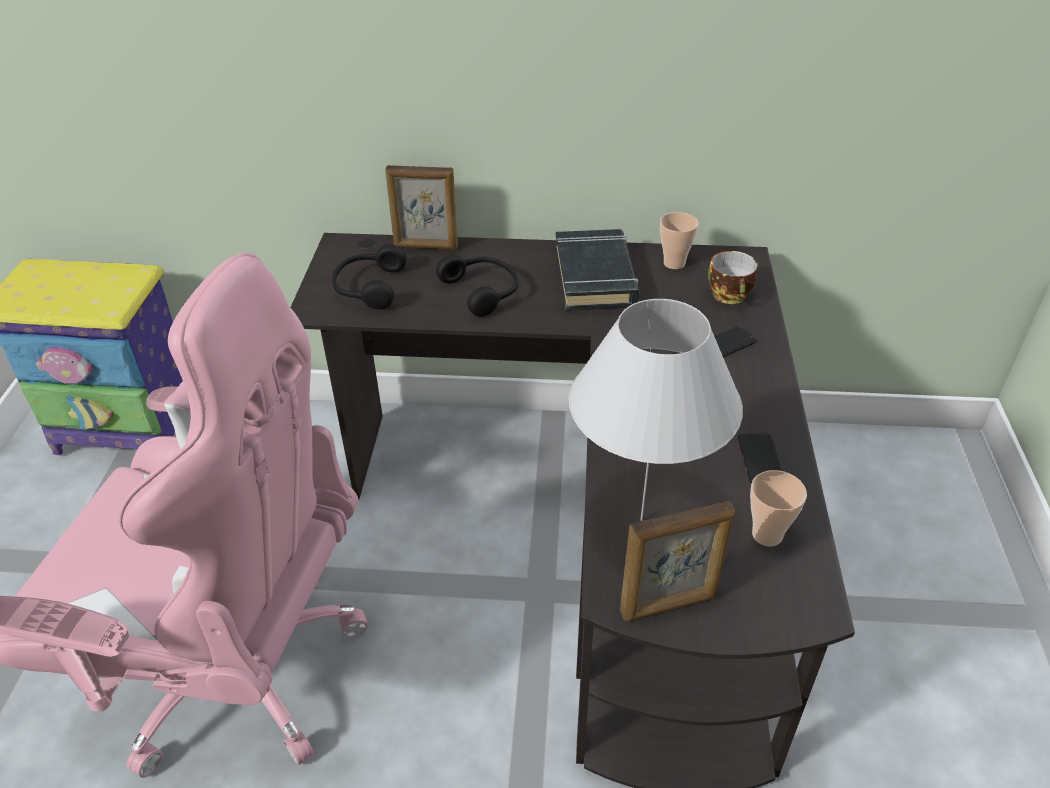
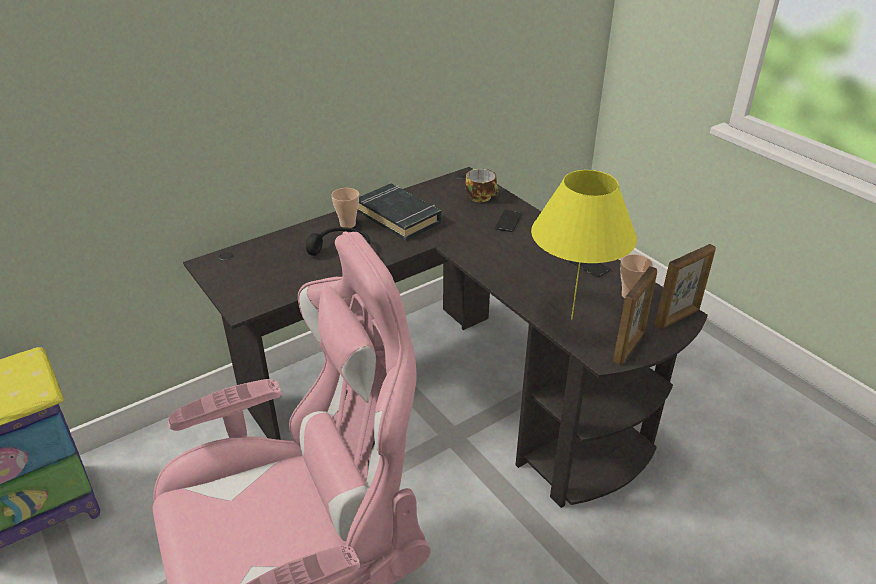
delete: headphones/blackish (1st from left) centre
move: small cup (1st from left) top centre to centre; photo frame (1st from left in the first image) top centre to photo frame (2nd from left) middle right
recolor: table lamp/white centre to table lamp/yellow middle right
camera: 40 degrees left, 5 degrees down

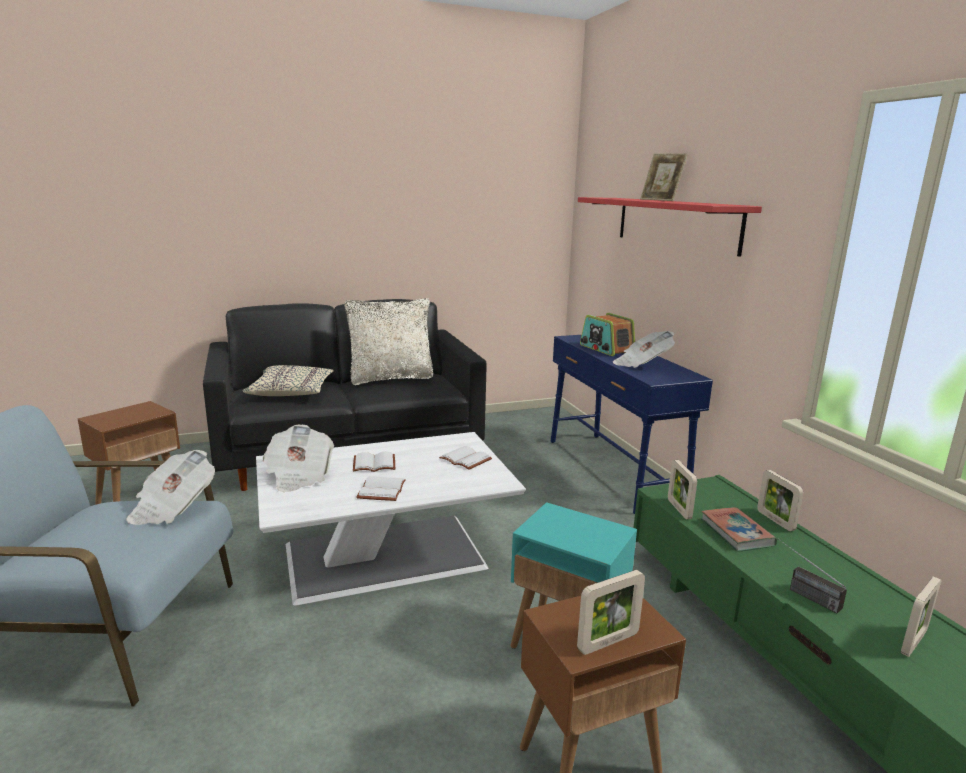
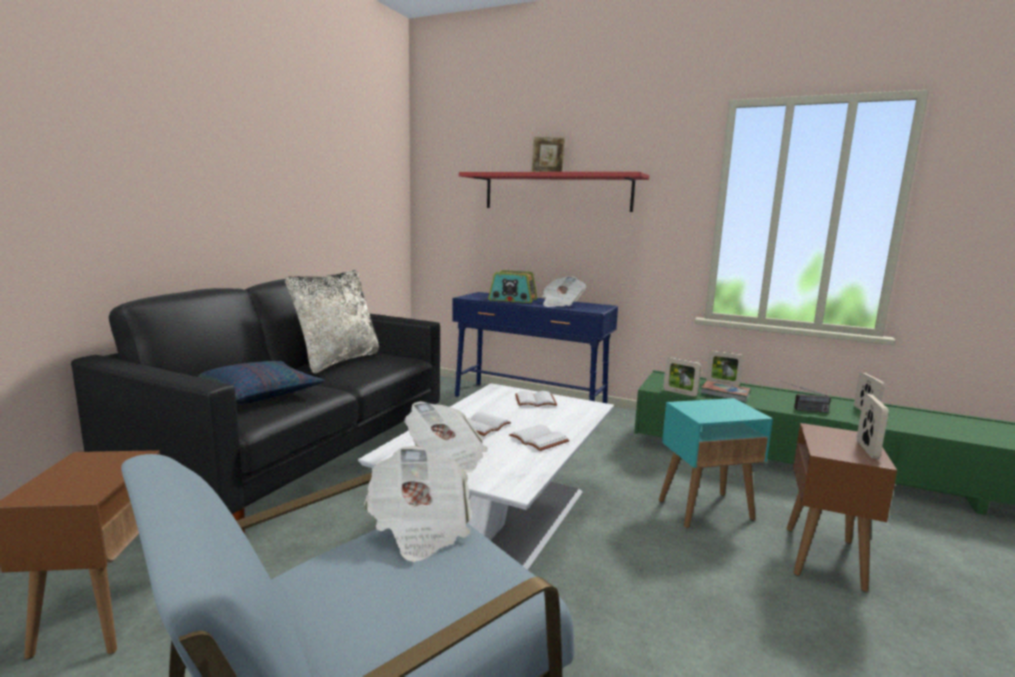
recolor: cushion/sand-coloured (1st from left) middle left to cushion/blue middle left
camera: 45 degrees left, 5 degrees down

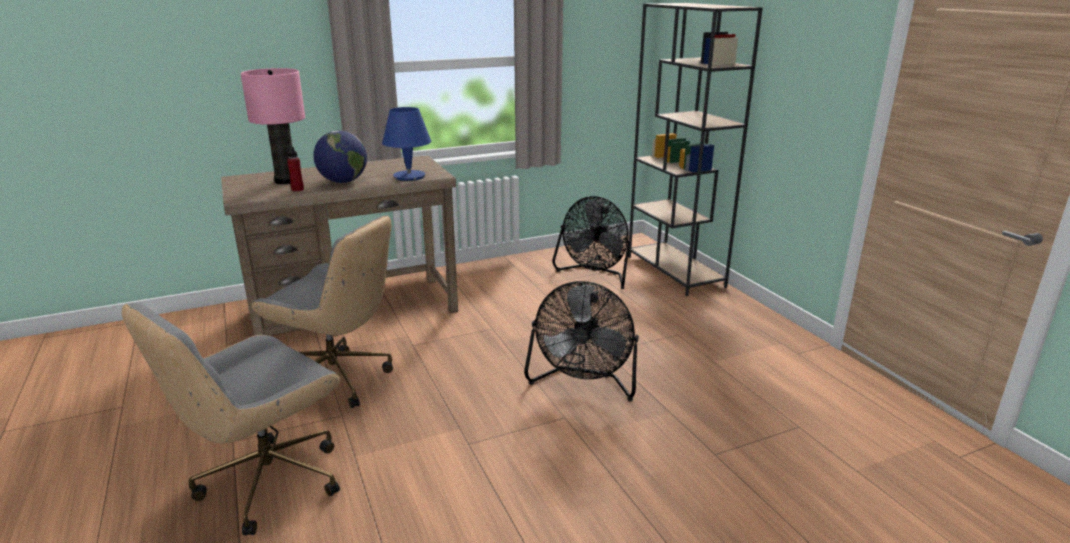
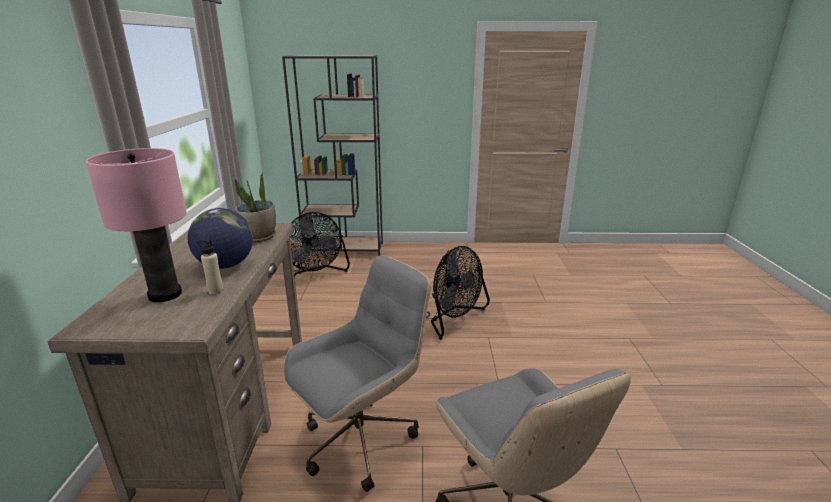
replace: table lamp/blue top centre to potted plant middle left
recolor: drink bottle/red top left to drink bottle/sand-coloured middle left
camera: 65 degrees left, 0 degrees up

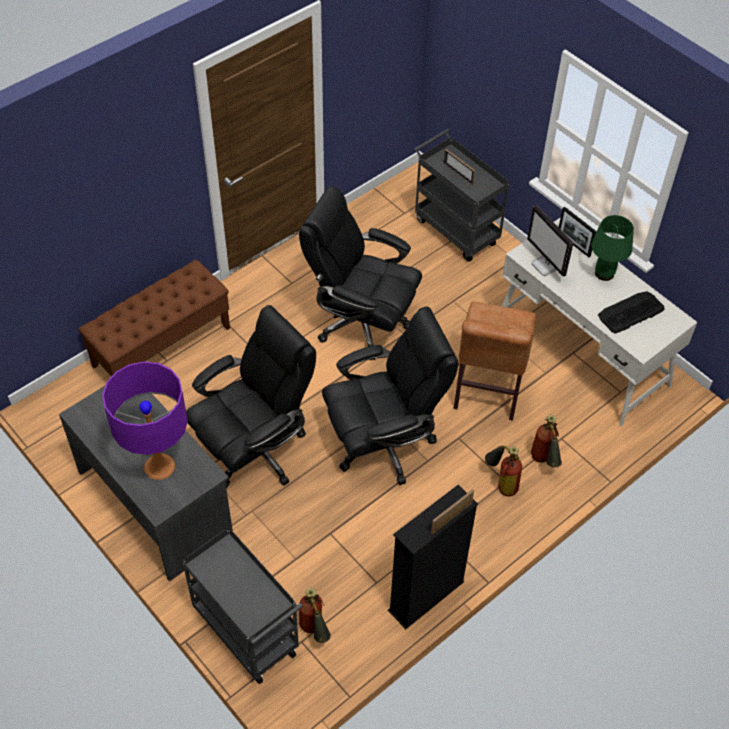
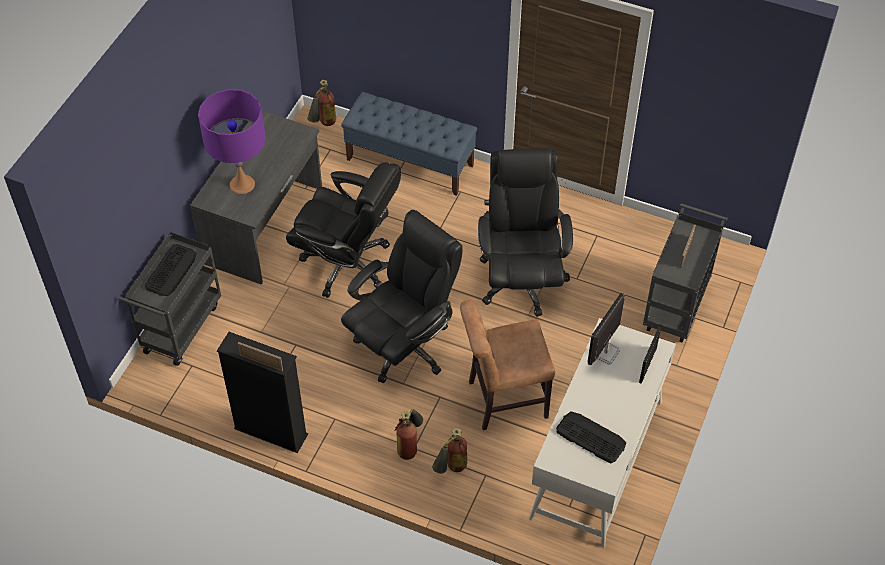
delete: table lamp/green-coloured middle right
insert: PC keyboard (1st from left) middle left
move: fire extinguisher (1st from left) bottom centre to top centre
recolor: bench/brown-coloured middle left to bench/blue top centre
rotate: office chair/blackish (3rd from left in the first image) centre = centre 90 degrees counterclockwise
camera: 65 degrees right, 0 degrees up

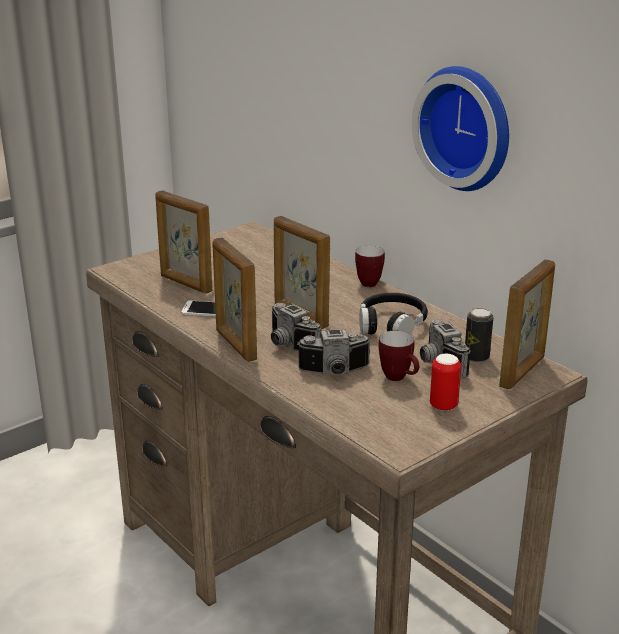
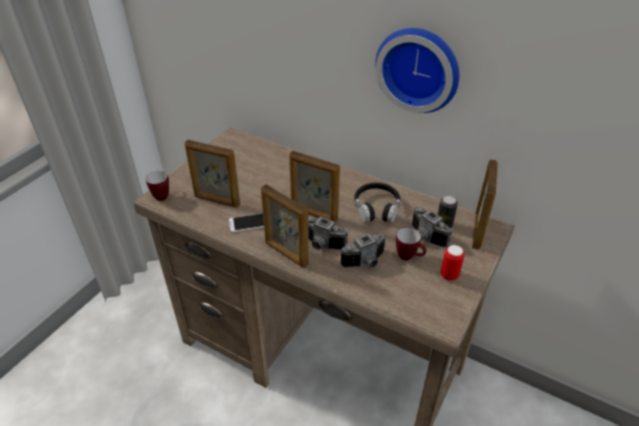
move: coffee mug (1st from left) centre to middle left
camera: 20 degrees left, 15 degrees up

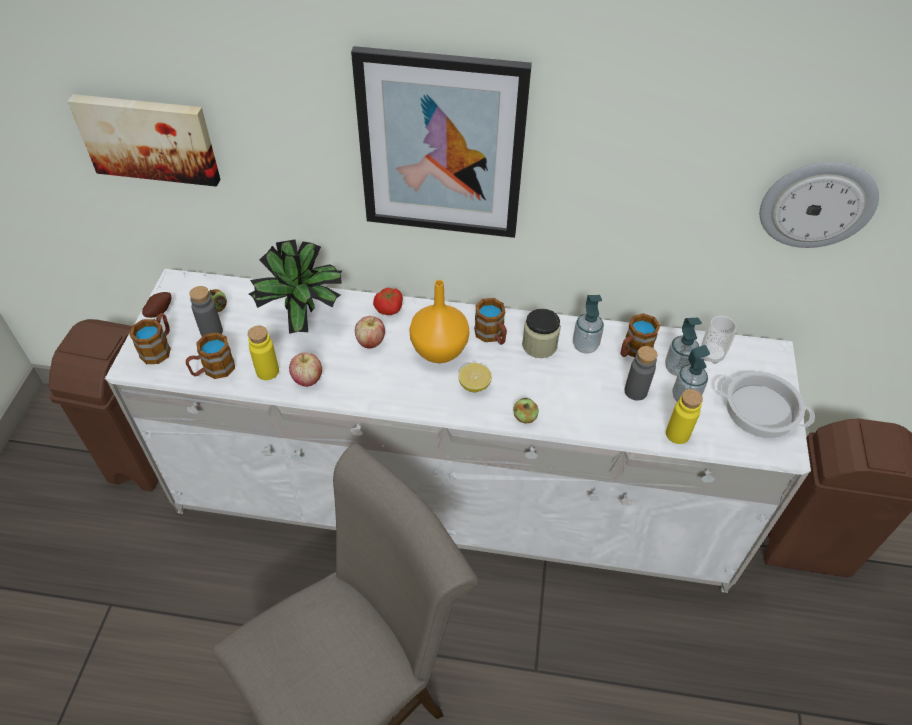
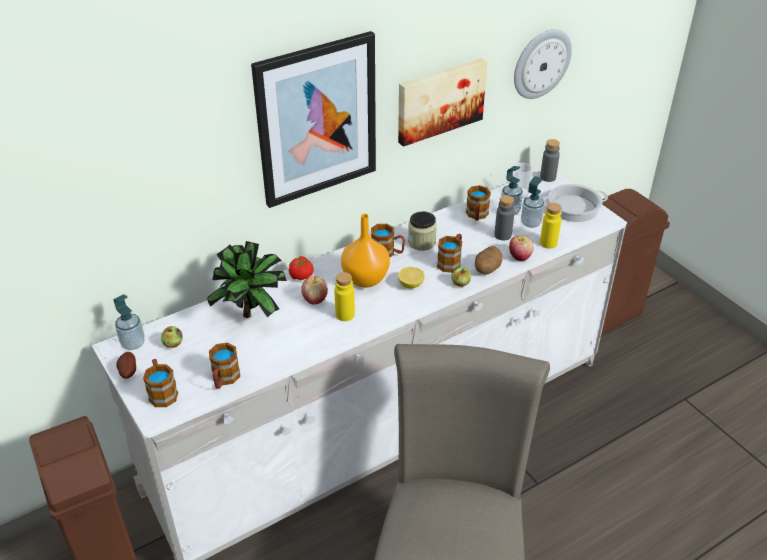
insert: coffee mug (4th from left) centre; spud (2nd from left) centre
move: soap bottle (1st from left) centre to middle left; drink bottle/yellow (1st from left) middle left to centre; wall art (1st from left in the first image) top left to wall art (2nd from left) top centre; whole apple (2nd from left in the first image) centre to whole apple (4th from left) middle right; drink bottle/greyish (1st from left in the first image) middle left to drink bottle/greyish (2nd from left) top right
camera: 40 degrees left, 10 degrees down

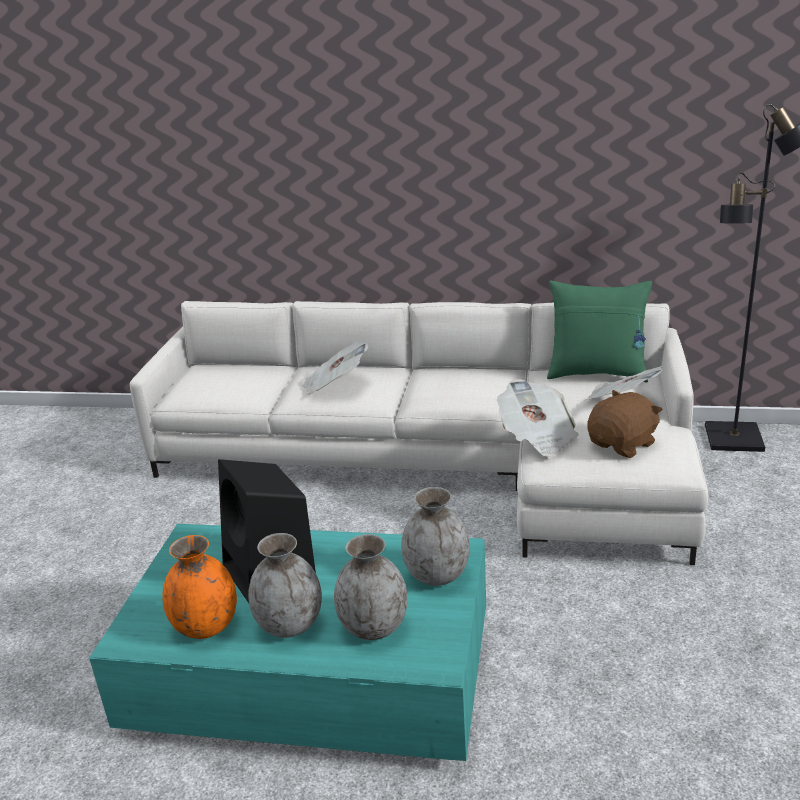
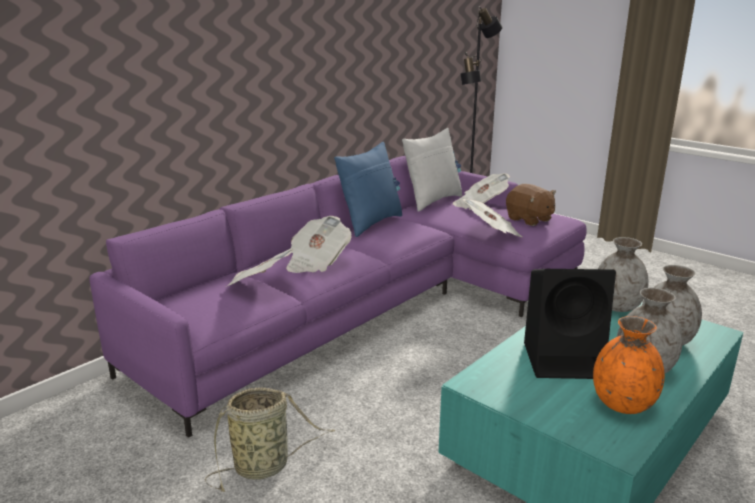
insert: household basket bottom centre; daily paper (1st from left) centre; cushion/blue centre
recolor: couch/white centre to couch/purple-coloured centre; cushion/green-coloured middle right to cushion/greyish centre
rotate: soft toy/brown-coloured middle right = middle right 150 degrees clockwise
camera: 60 degrees left, 5 degrees down

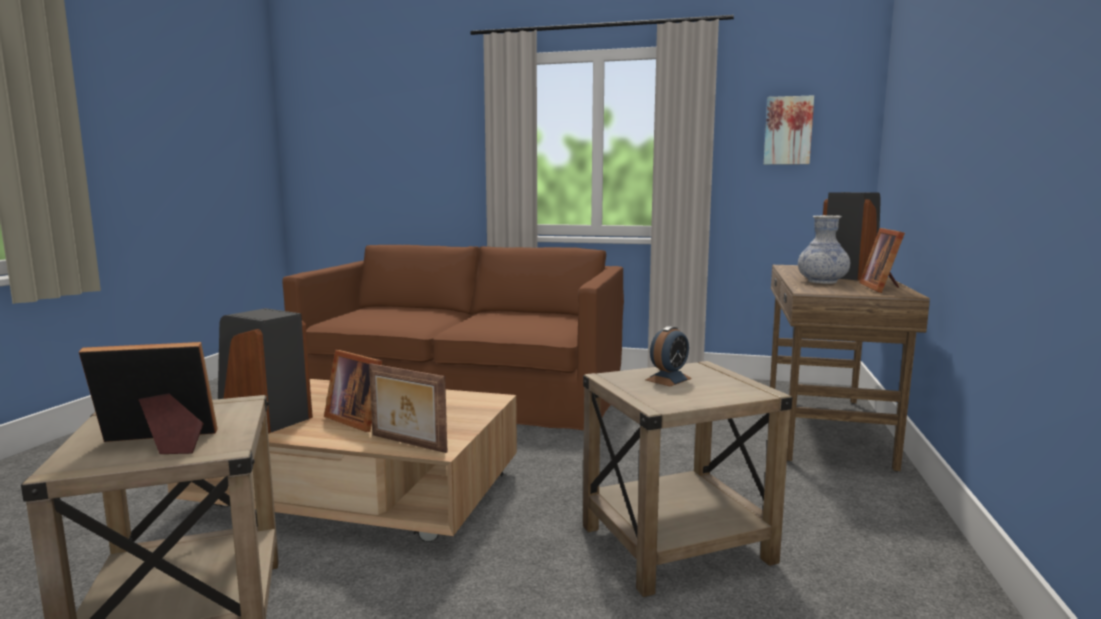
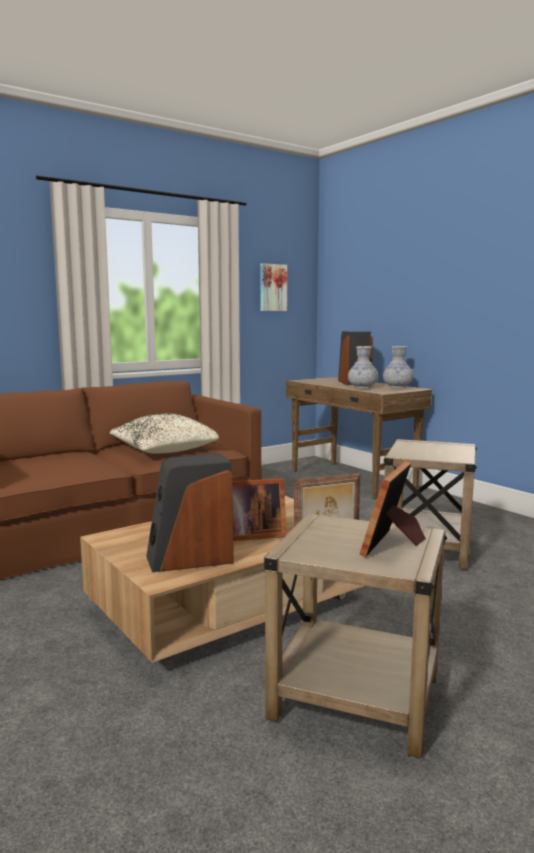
delete: bedside clock centre
insert: cushion/sand-coloured middle left
replace: photo frame (4th from left) middle right to flower vase (2nd from left) middle right
camera: 50 degrees left, 0 degrees up

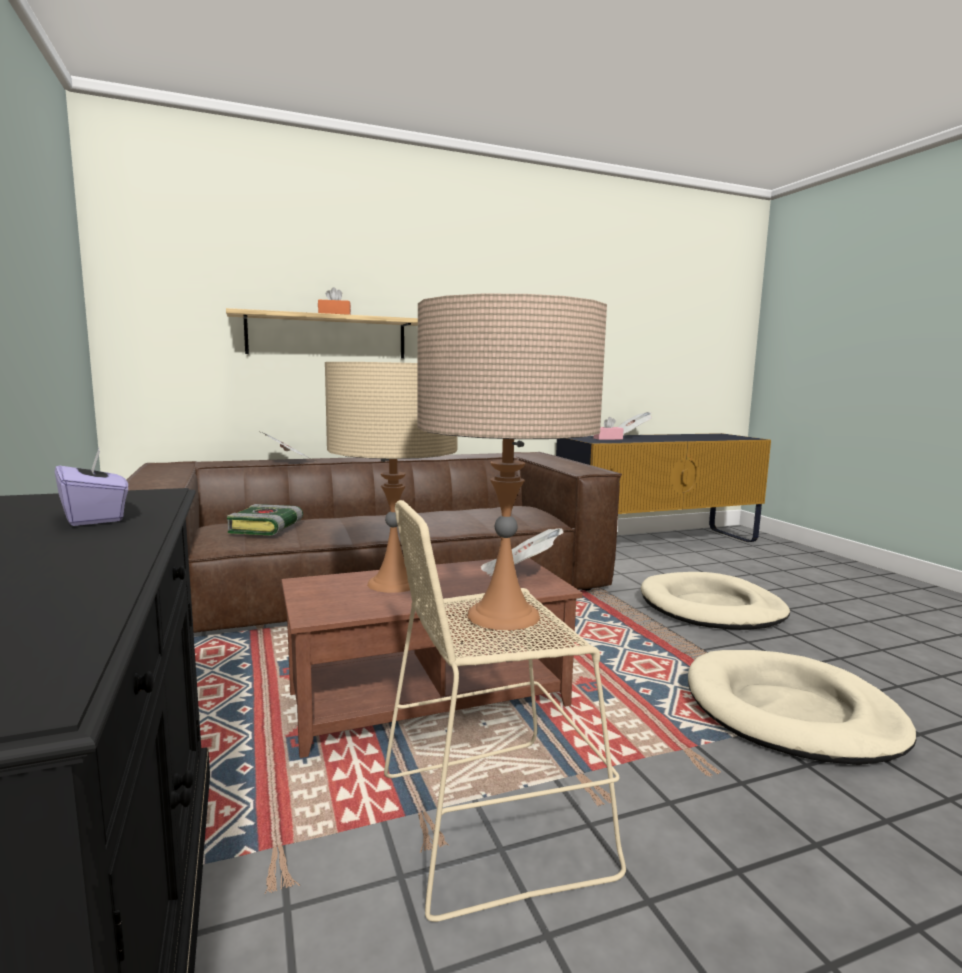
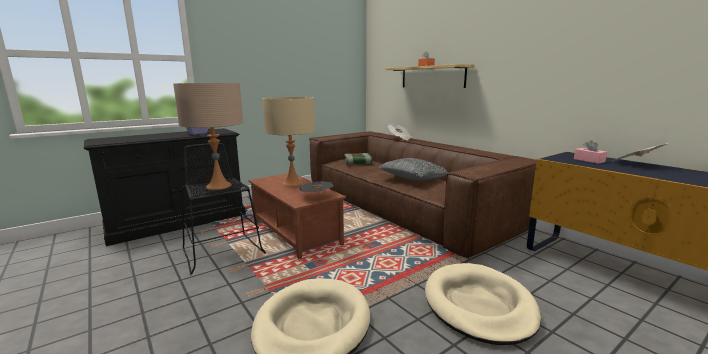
insert: cushion/greyish centre
recolor: stool seat/sand-coloured bottom centre to stool seat/blackish middle left
camera: 75 degrees right, 5 degrees up

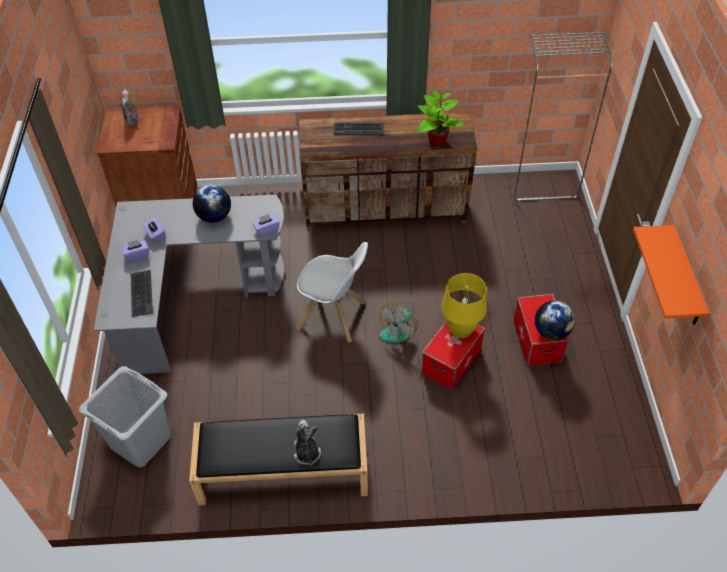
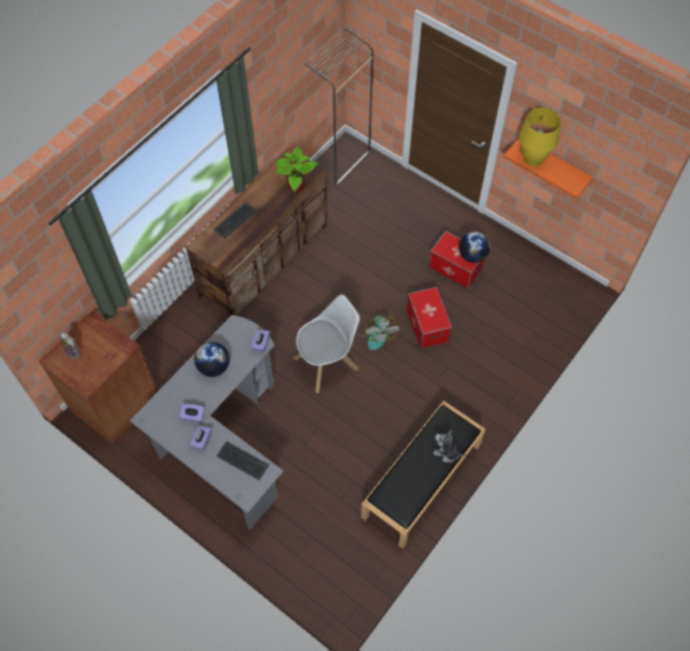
delete: washing basket/greyish bottom left
move: table lamp/yellow centre to top right
camera: 50 degrees left, 10 degrees up

